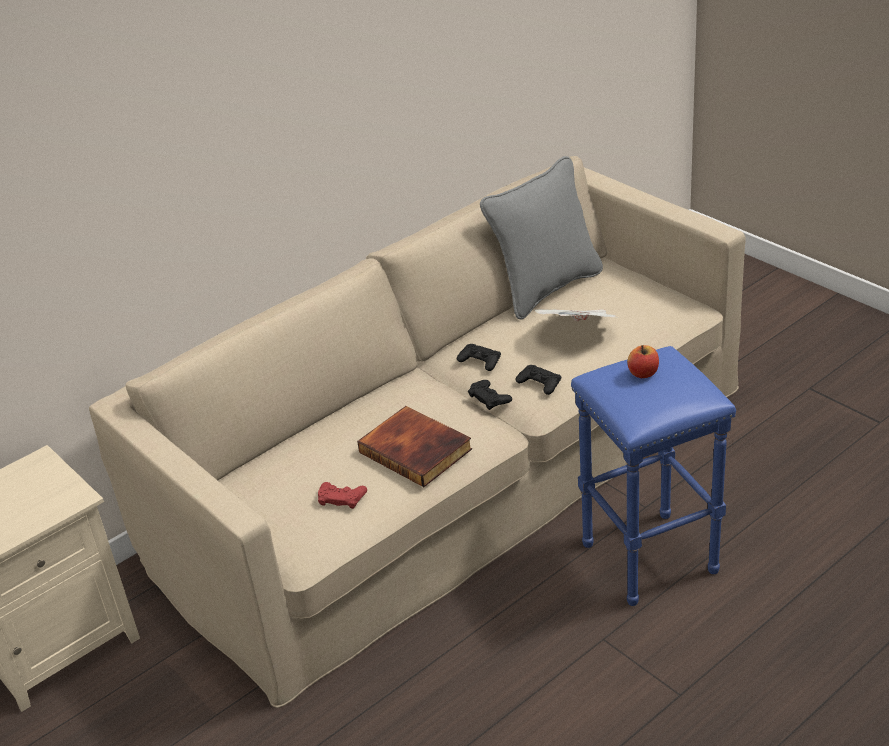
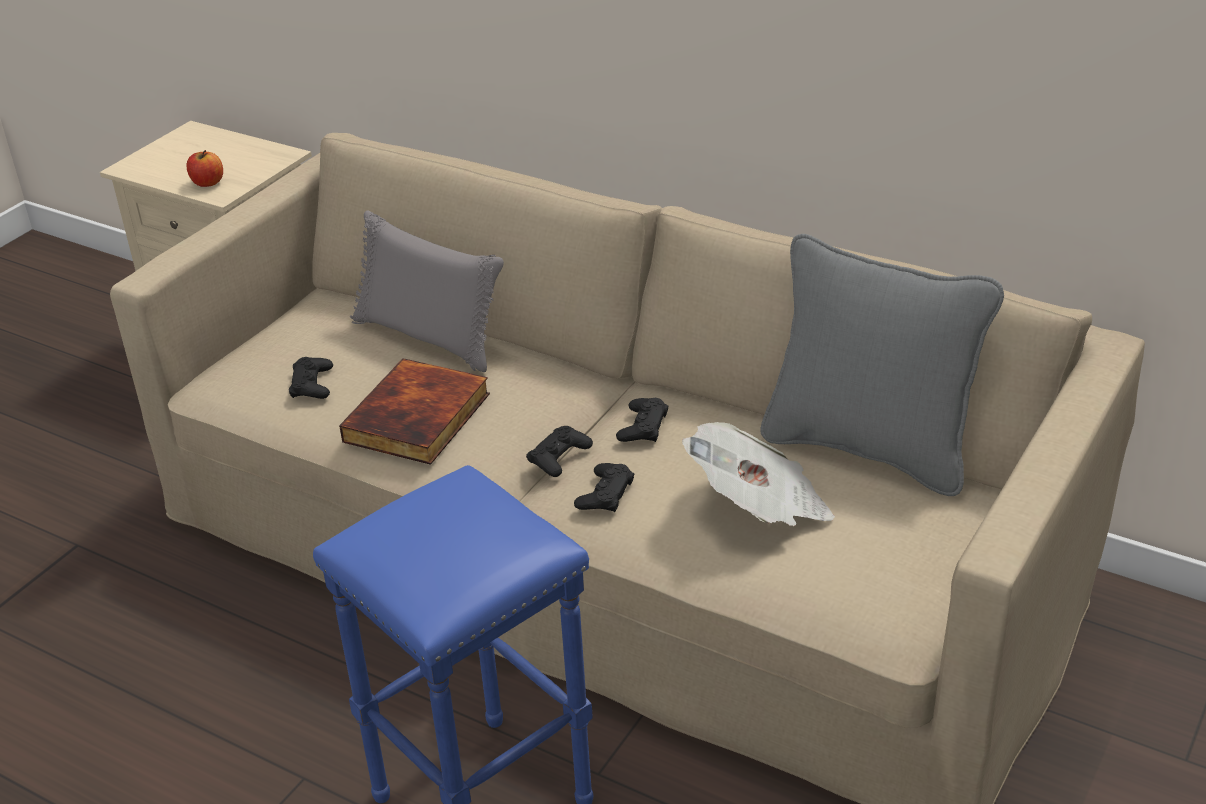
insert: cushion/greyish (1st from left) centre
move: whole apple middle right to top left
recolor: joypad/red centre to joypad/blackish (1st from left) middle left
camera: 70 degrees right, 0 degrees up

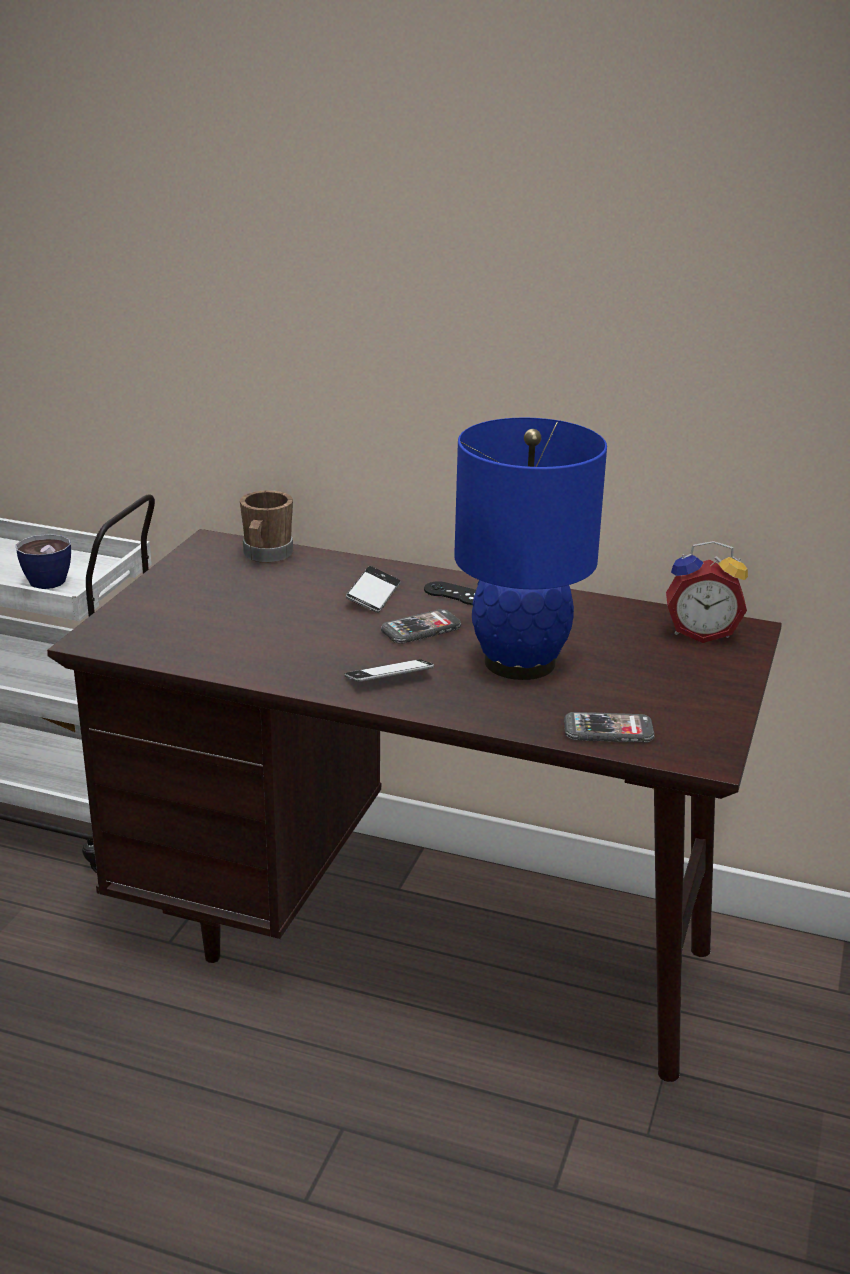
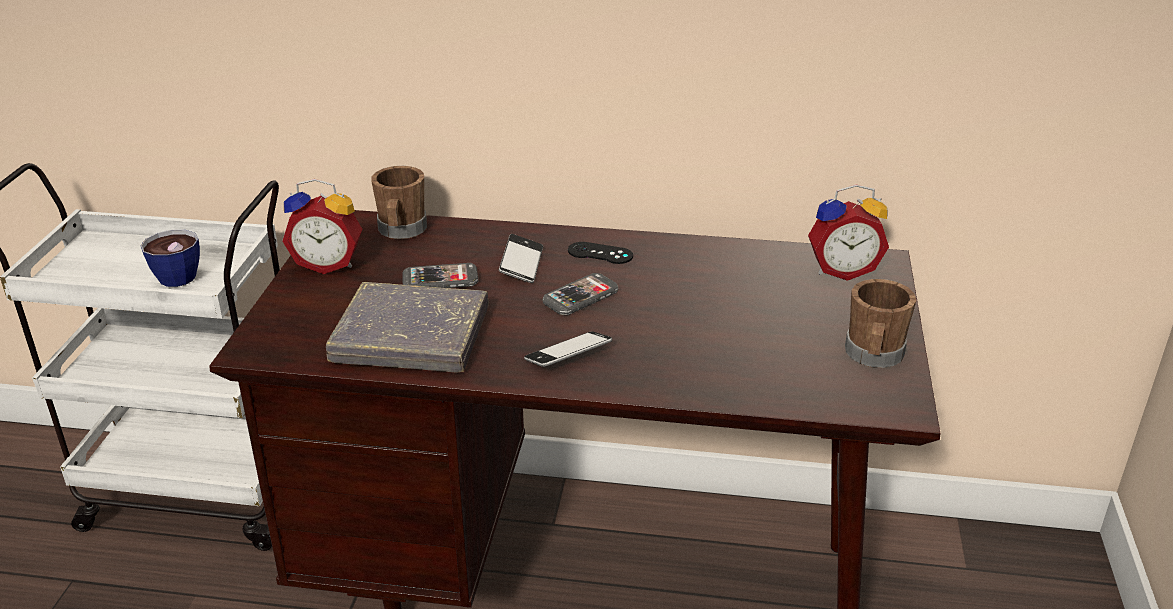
delete: table lamp/blue centre
insert: bedside clock (1st from left) middle left; volume/greyish centre; coffee mug/brown-coloured (2nd from left) middle right
move: telephone (4th from left in the first image) middle right to telephone (1st from left) centre
camera: 10 degrees left, 5 degrees up

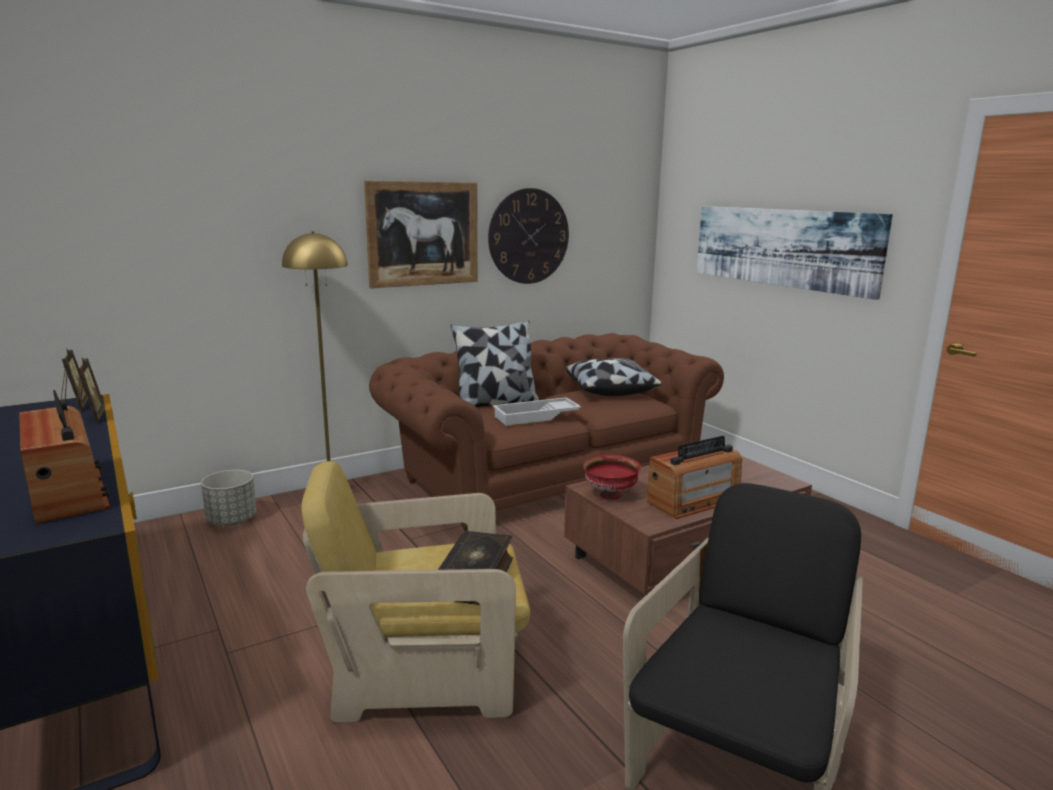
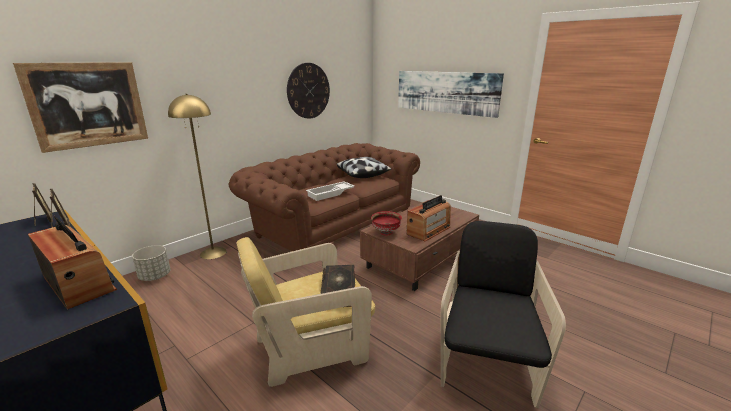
delete: cushion (1st from left) centre
move: wall art (1st from left) top centre to top left
camera: 15 degrees left, 5 degrees up

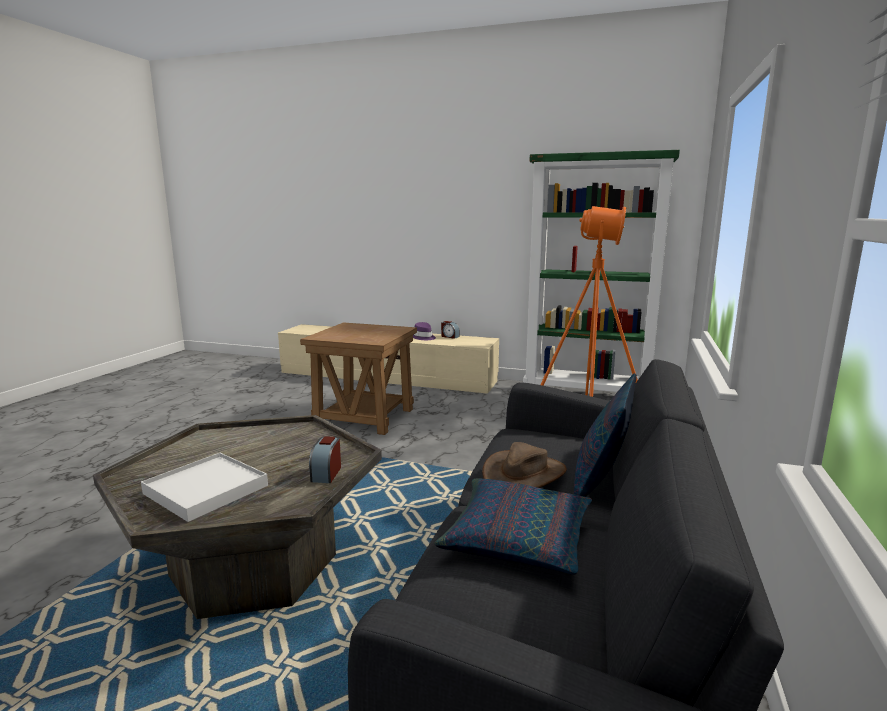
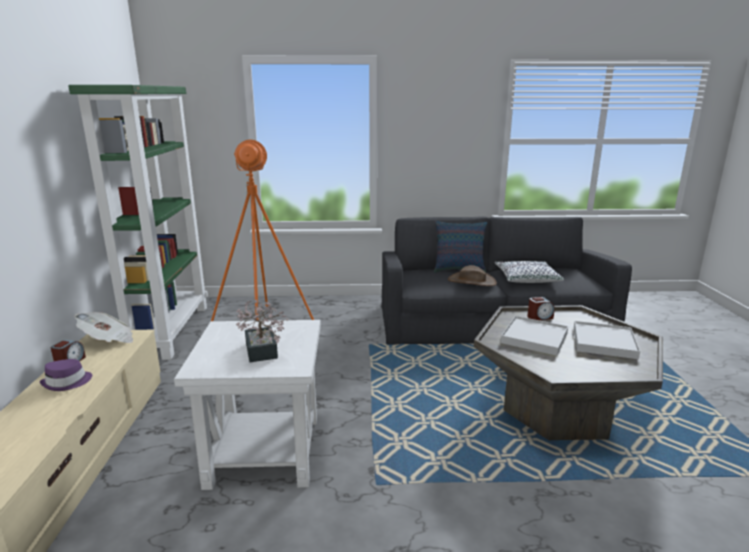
insert: daily paper middle left; potted plant centre; serving tray/white (1st from left) middle right
recolor: end table/brown-coloured centre to end table/white bottom left; cushion/blue (1st from left) bottom centre to cushion/white middle right
camera: 110 degrees left, 5 degrees up

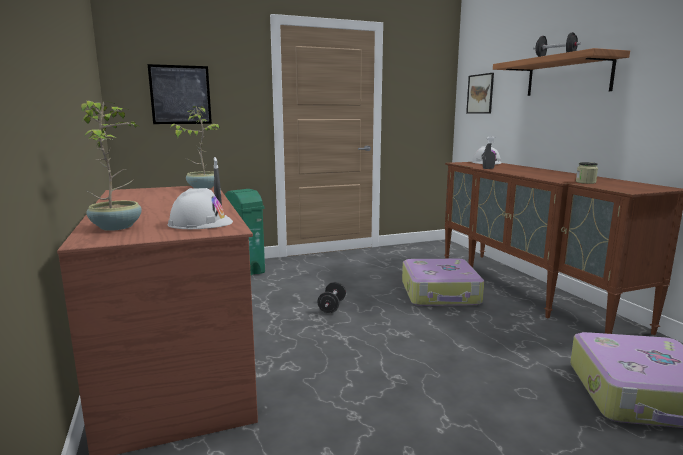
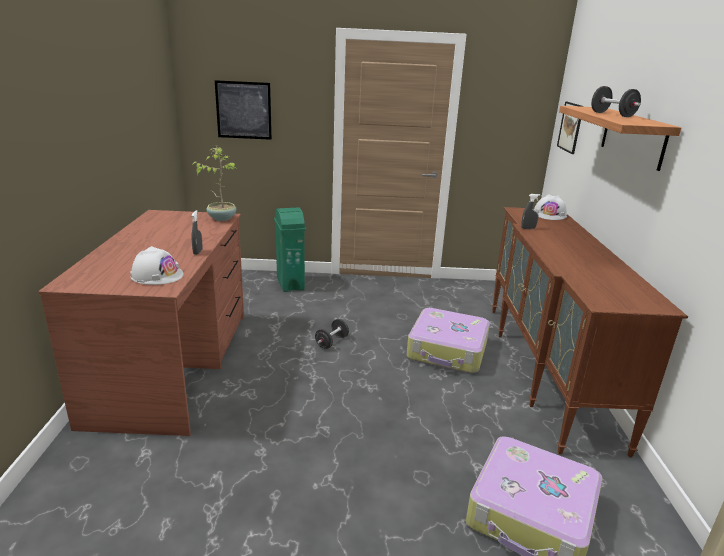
delete: potted plant (1st from left) middle left; preserve jar middle right
camera: 20 degrees right, 10 degrees up

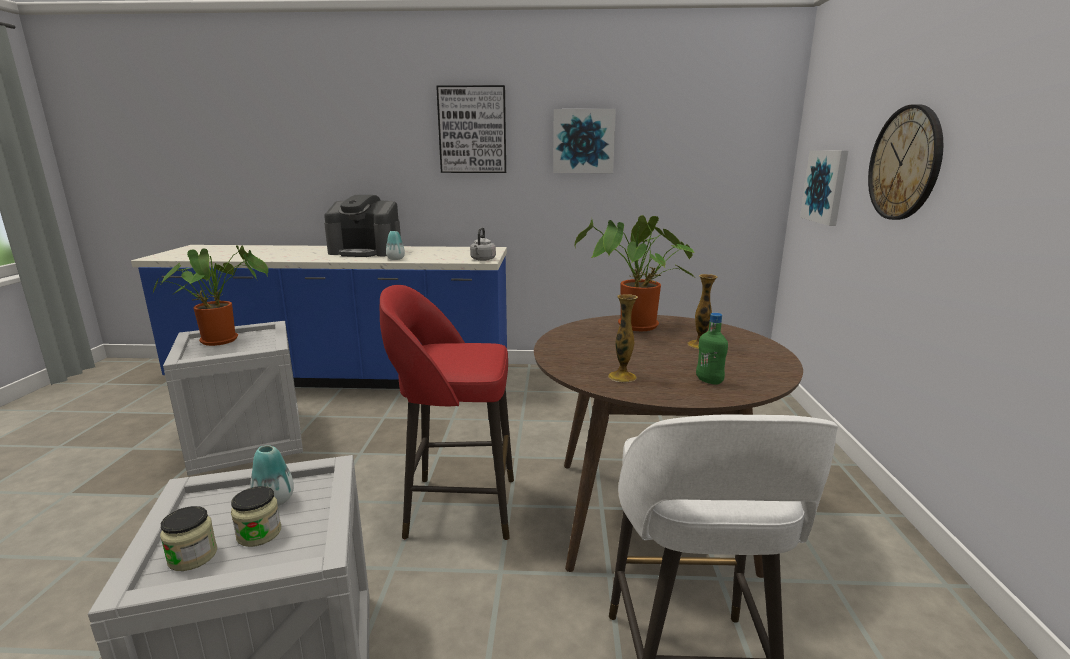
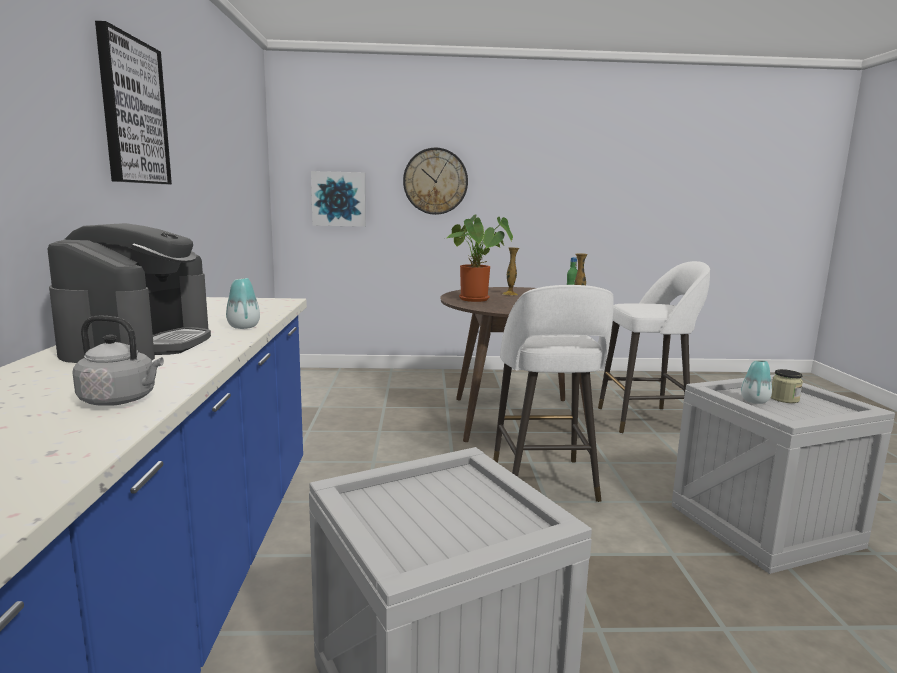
delete: potted plant (1st from left) middle left; preserve jar (1st from left) bottom left; wall art (2nd from left) top centre
move: tea kettle/greyish centre to middle left
recolor: stool seat/red centre to stool seat/white (1st from left) centre
camera: 95 degrees left, 5 degrees down

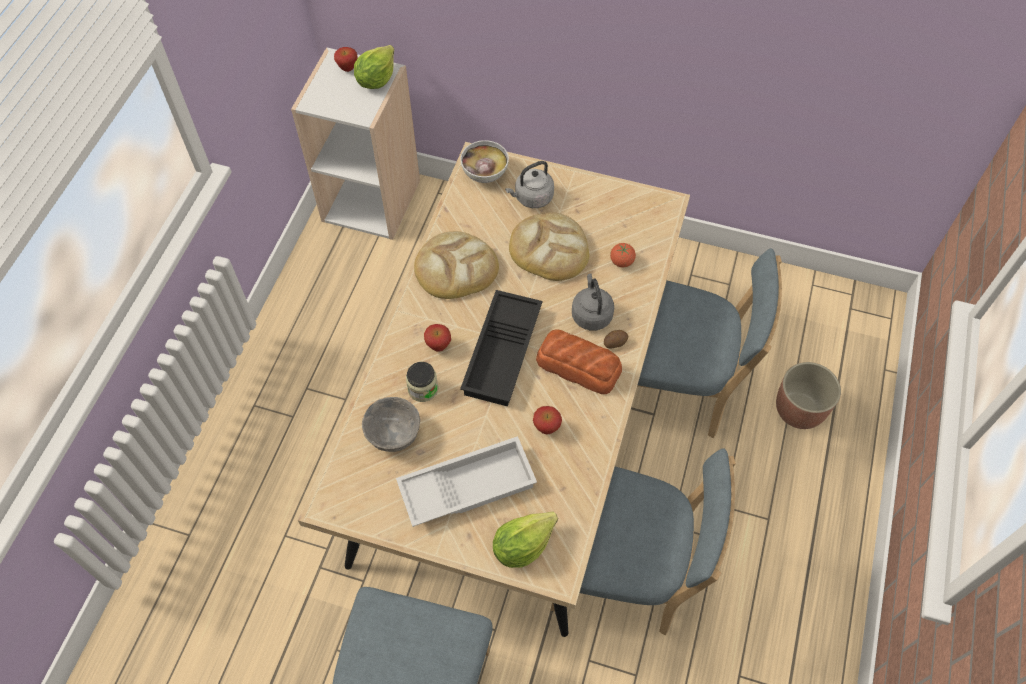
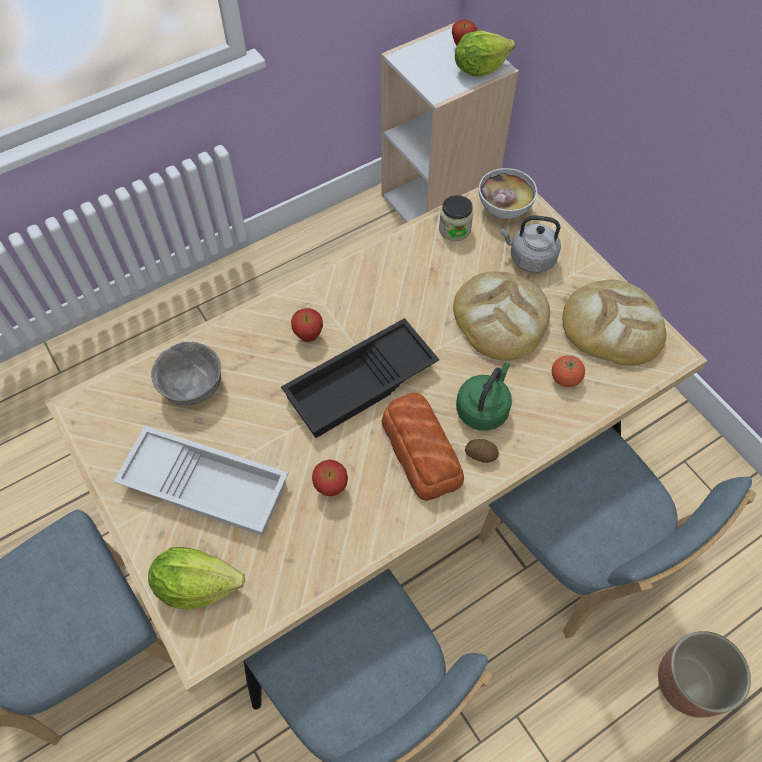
move: preserve jar centre to top centre; baked bread (1st from left in the first image) centre to baked bread (3rd from left) middle right
recolor: tea kettle/greyish (2nd from left) centre to tea kettle/green-coloured centre
camera: 40 degrees right, 0 degrees up

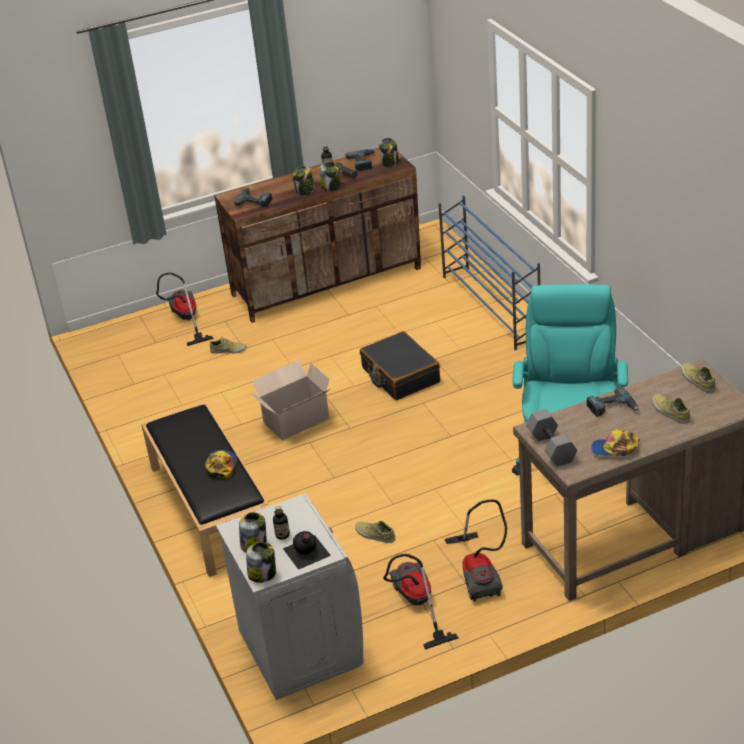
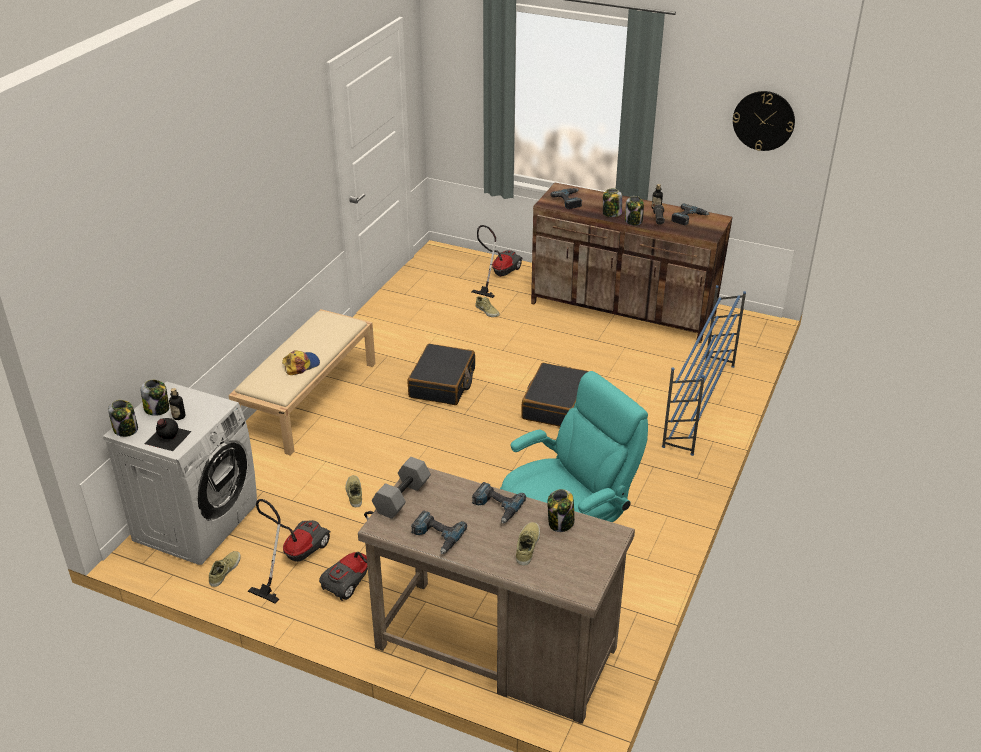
insert: hanging clock top right
move: shoe/sand-coloured (4th from left in the first image) middle right to shoe/sand-coloured (1st from left) bottom left; preserve jar (5th from left in the first image) top centre to preserve jar (3rd from left) bottom centre
replace: cardboard box centre to suitcase/blackish (1st from left) centre; baseball cap (2nd from left) middle right to power drill (1st from left) bottom centre
recolor: bench/blackish middle left to bench/sand-coloured middle left
camera: 45 degrees right, 0 degrees up

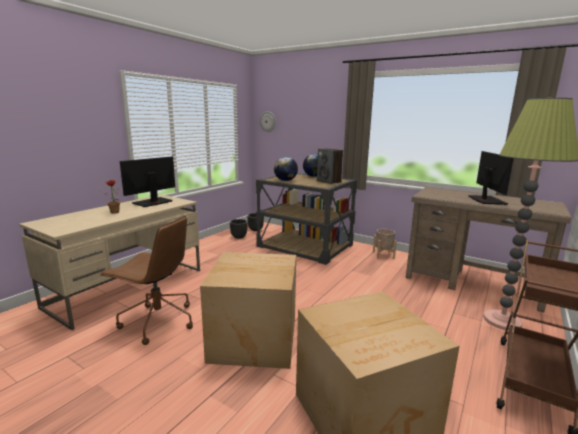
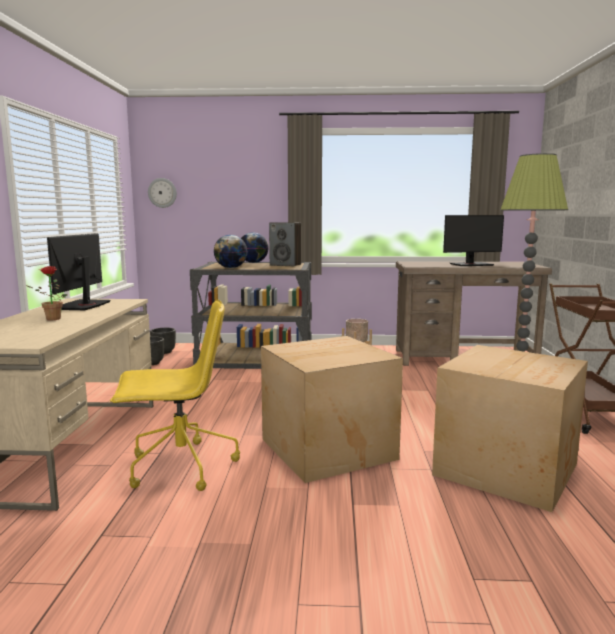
recolor: office chair/brown-coloured middle left to office chair/yellow middle left
rotate: computer screen (2nd from left) middle right = middle right 105 degrees clockwise
camera: 30 degrees left, 5 degrees down

